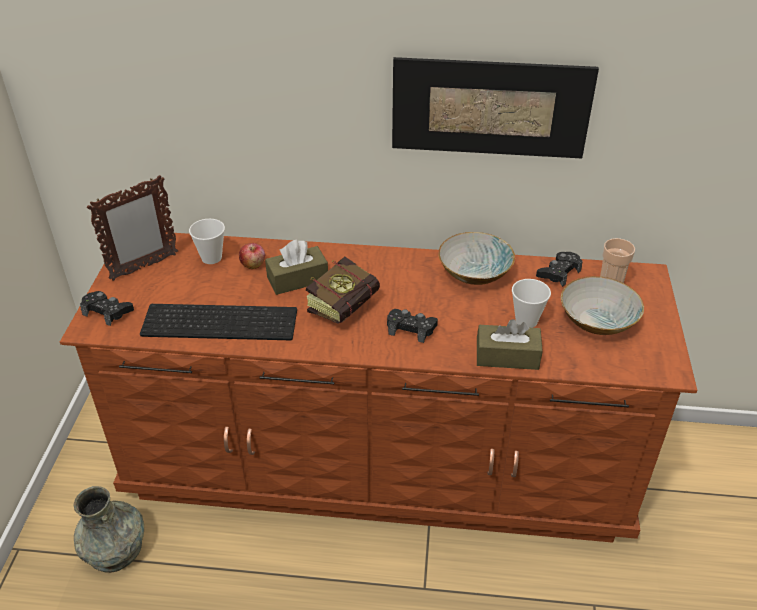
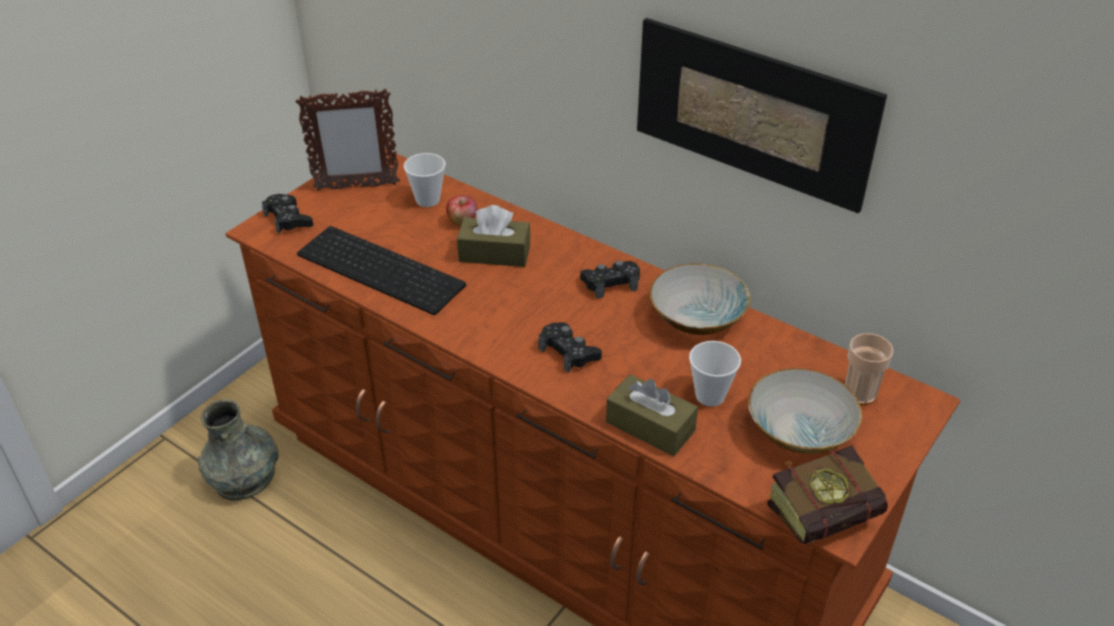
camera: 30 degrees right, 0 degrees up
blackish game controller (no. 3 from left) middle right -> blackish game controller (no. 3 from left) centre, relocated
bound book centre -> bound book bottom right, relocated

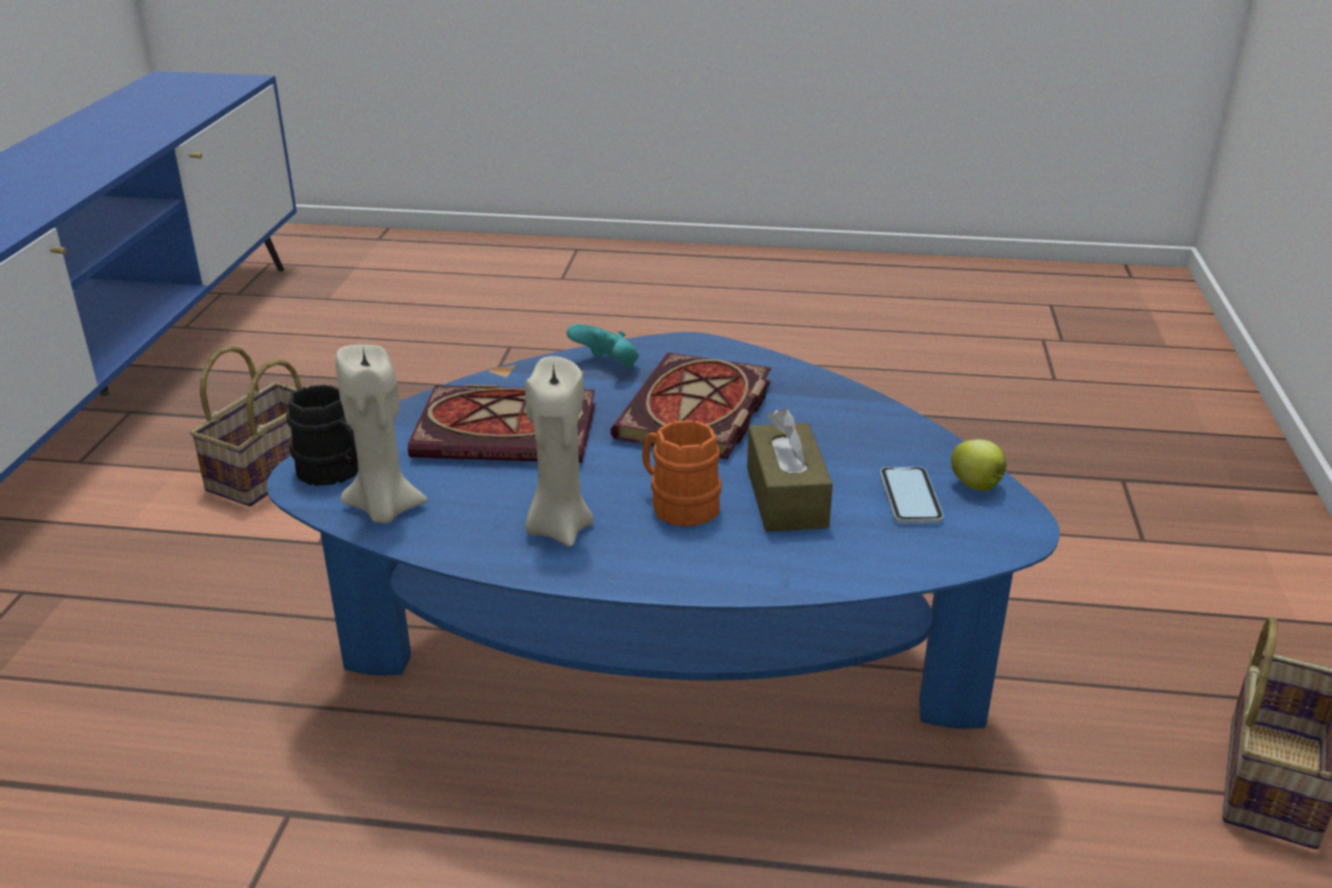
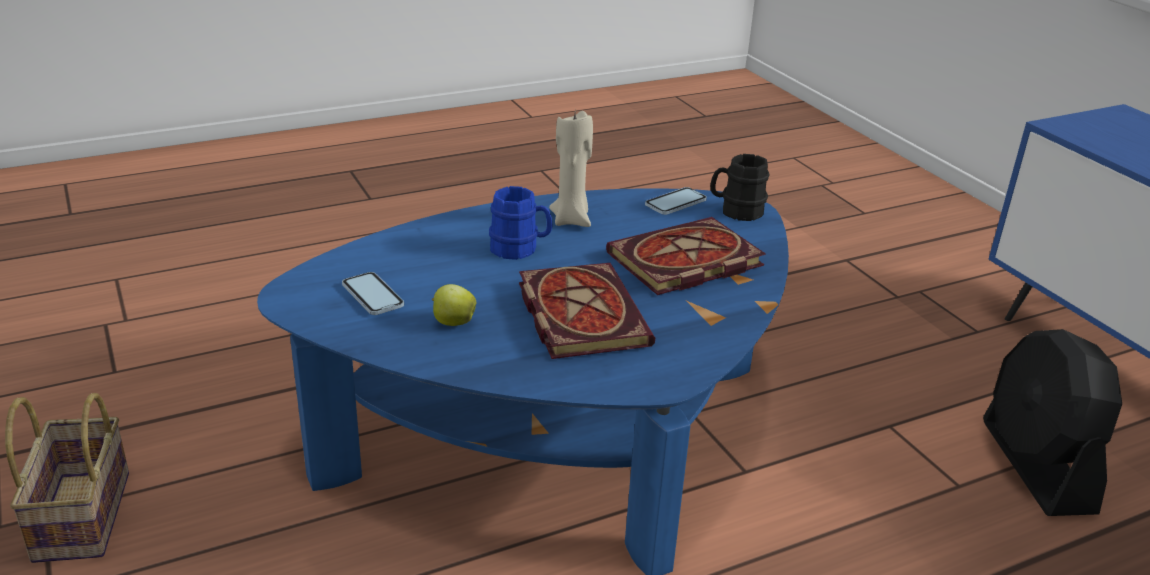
camera: 145 degrees right, 0 degrees up
whole apple middle right -> whole apple centre, relocated
orangey coffee mug centre -> blue coffee mug centre
beige wax candle (no. 1 from left) middle left -> telephone (no. 2 from left) centre
basket (no. 1 from left) middle left -> blackish electric fan bottom right
blue-green game controller centre -> none
brown-coloured tissue box centre -> none

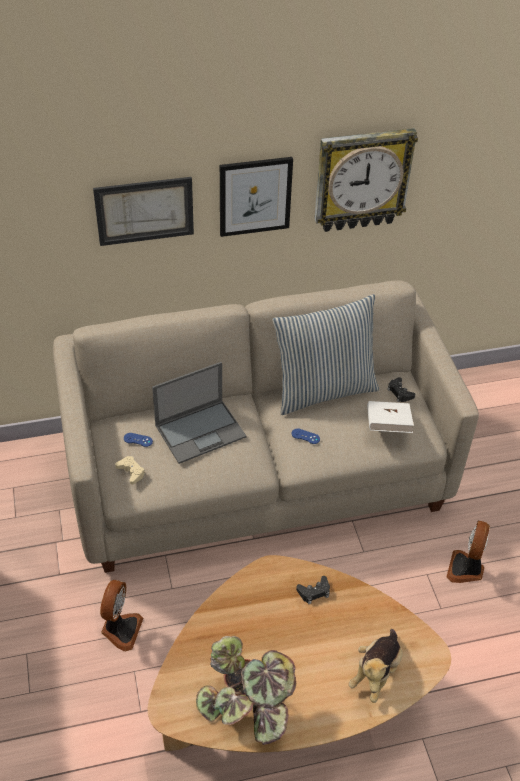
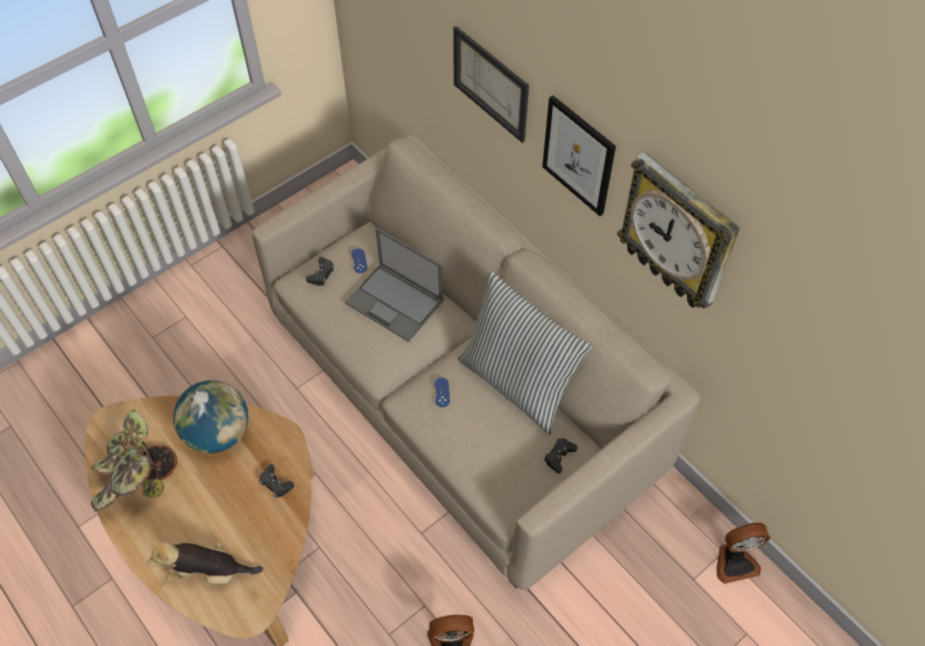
camera: 65 degrees right, 10 degrees up
none -> world globe middle left
beige game controller middle left -> blackish game controller (no. 2 from left) centre
electric fan (no. 1 from left in the first image) bottom left -> electric fan (no. 2 from left) bottom right, relocated
white bound book middle right -> none

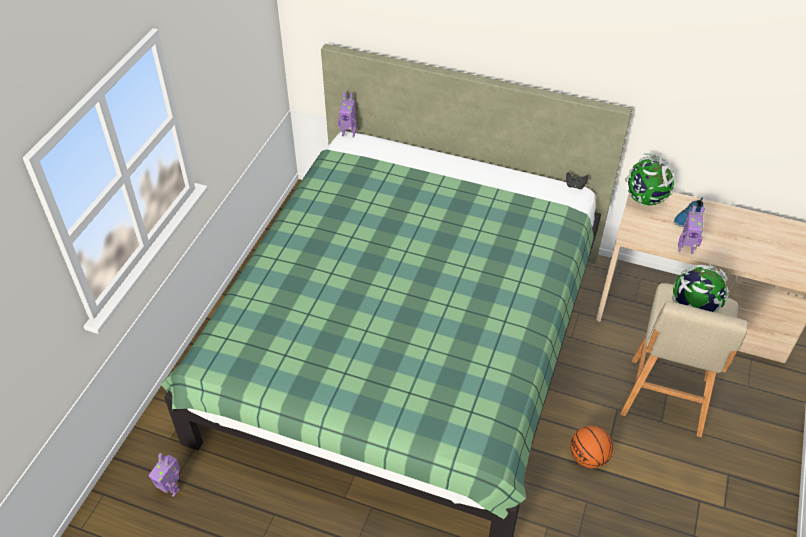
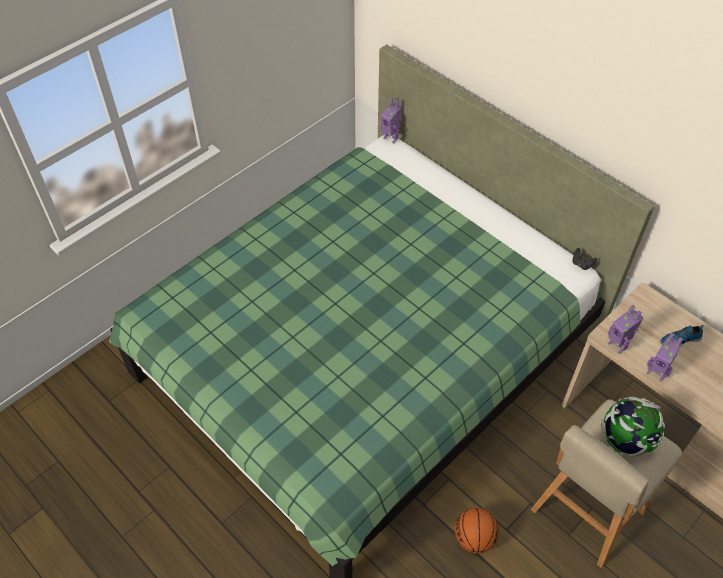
camera: 25 degrees right, 5 degrees up
robot figure (no. 1 from left in the first image) bottom left -> robot figure (no. 2 from left) middle right, relocated
world globe (no. 1 from left) middle right -> none

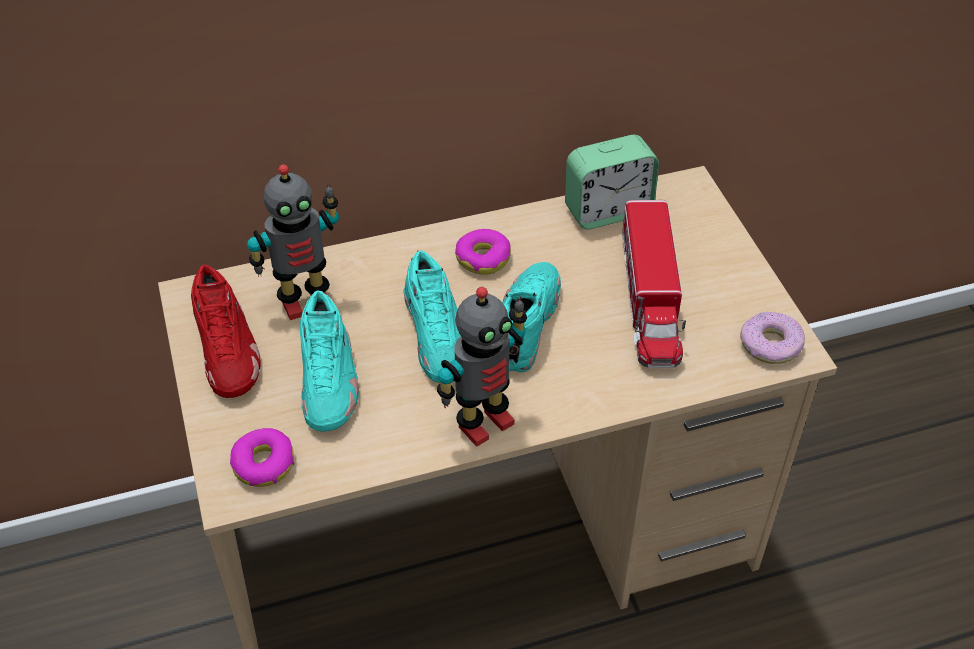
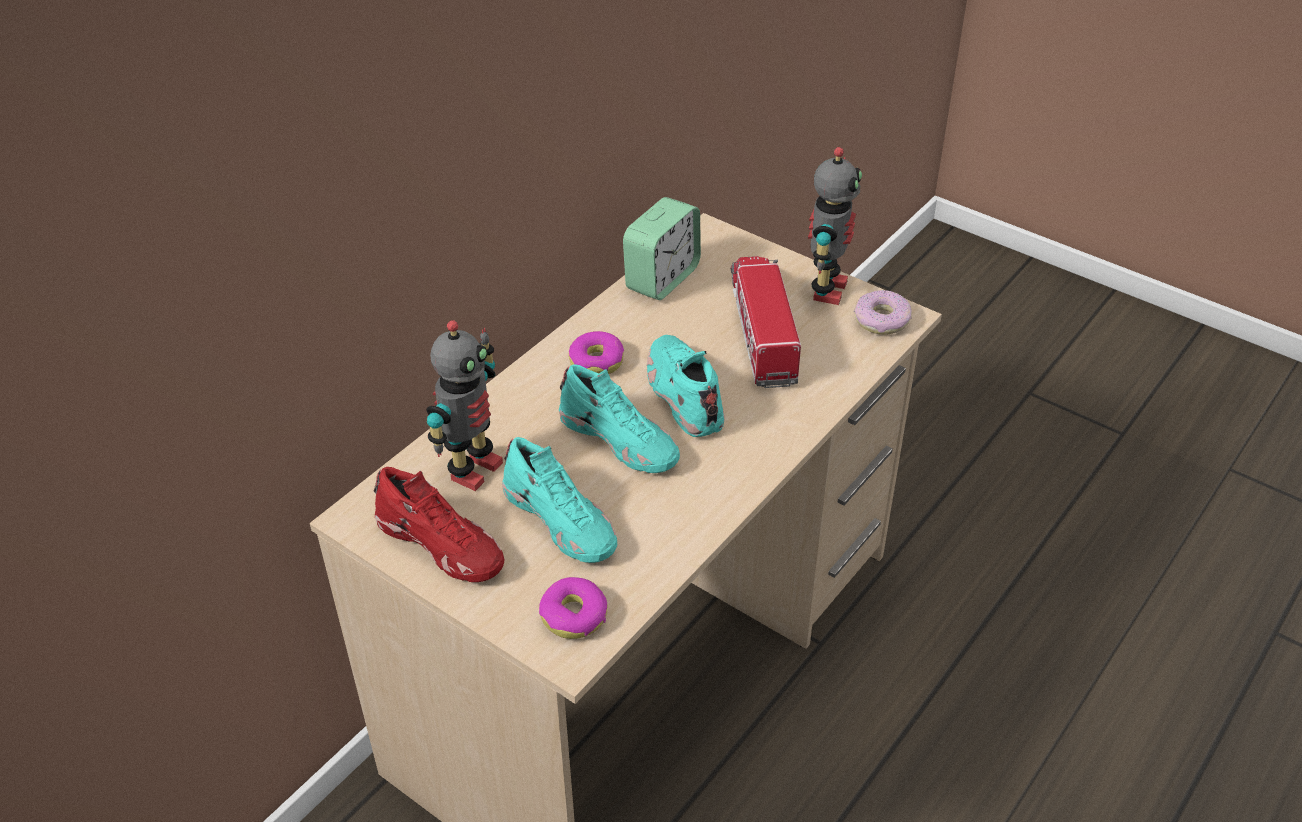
camera: 35 degrees left, 5 degrees down
toy lorry middle right -> toy lorry centre, 150 degrees counterclockwise
robot figure (no. 2 from left) centre -> robot figure (no. 2 from left) top centre, relocated

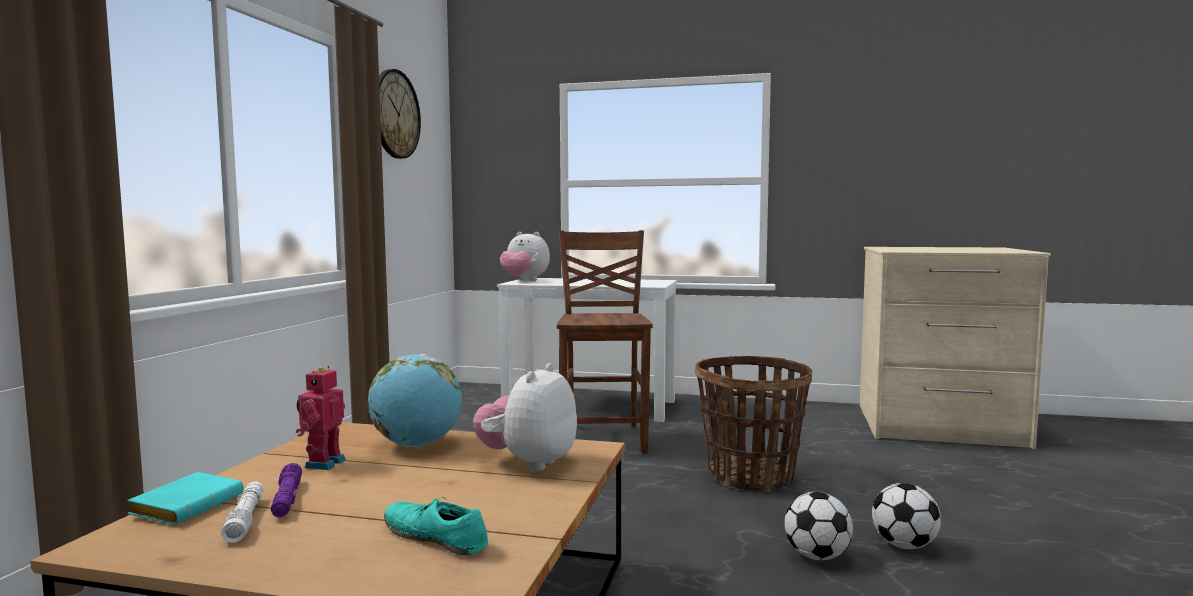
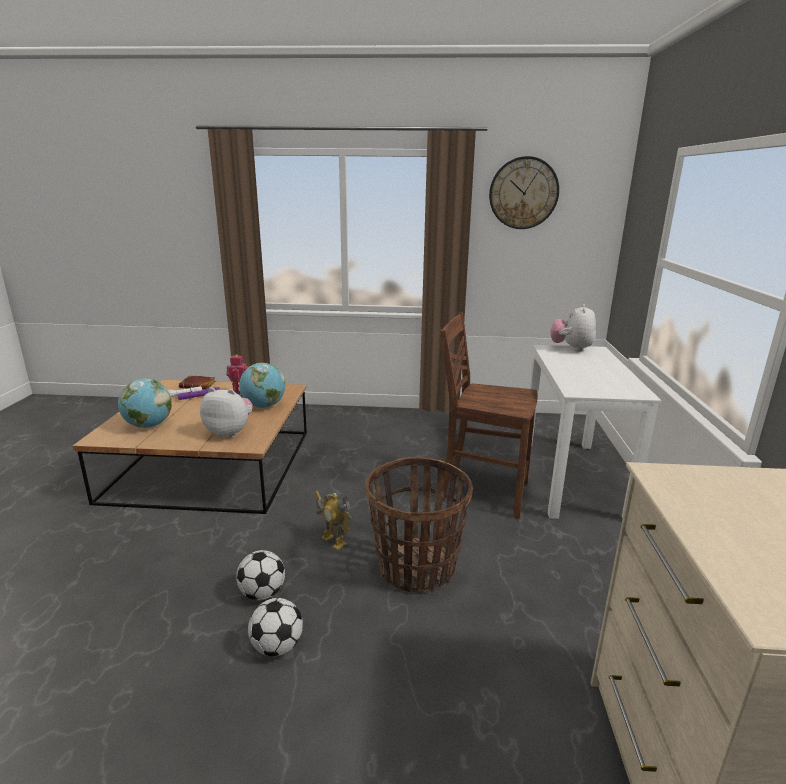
camera: 80 degrees right, 15 degrees up
blue-green shoe bottom centre -> world globe (no. 1 from left) middle left
blue-green bound book bottom left -> brown-coloured bound book middle left
none -> robot figure (no. 2 from left) centre
brown-coloured plain chair centre, 150 degrees counterclockwise

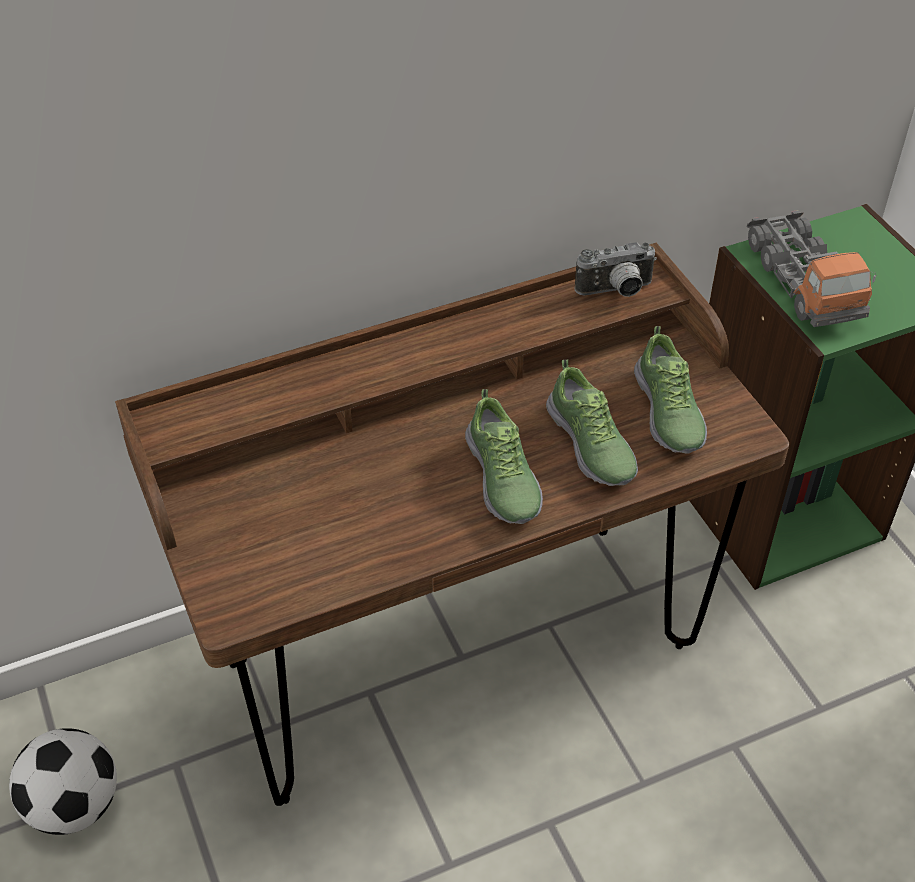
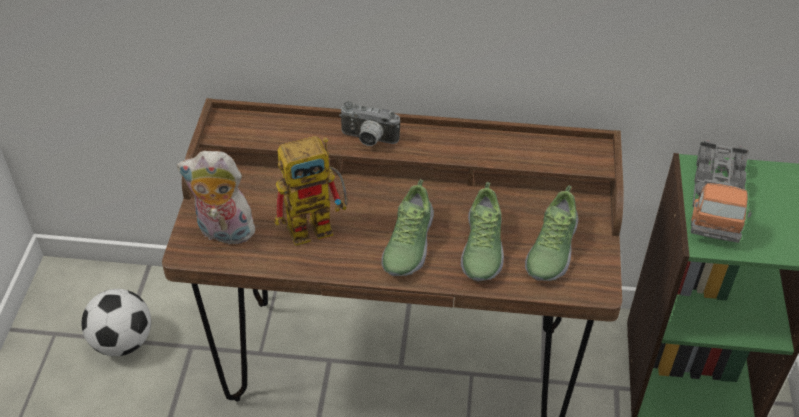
camera: 30 degrees right, 0 degrees up
none -> plush toy middle left
none -> robot figure centre
still camera top right -> still camera top centre, relocated

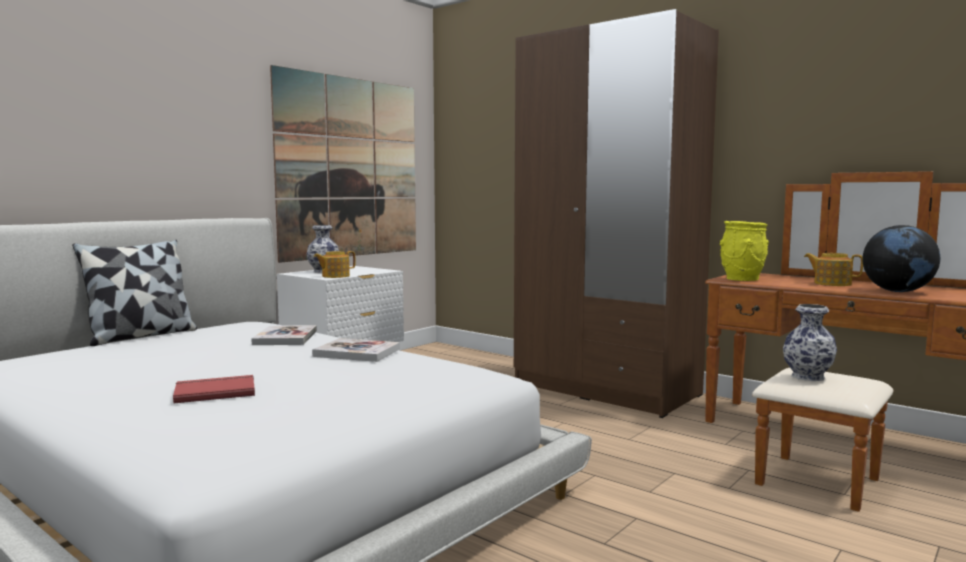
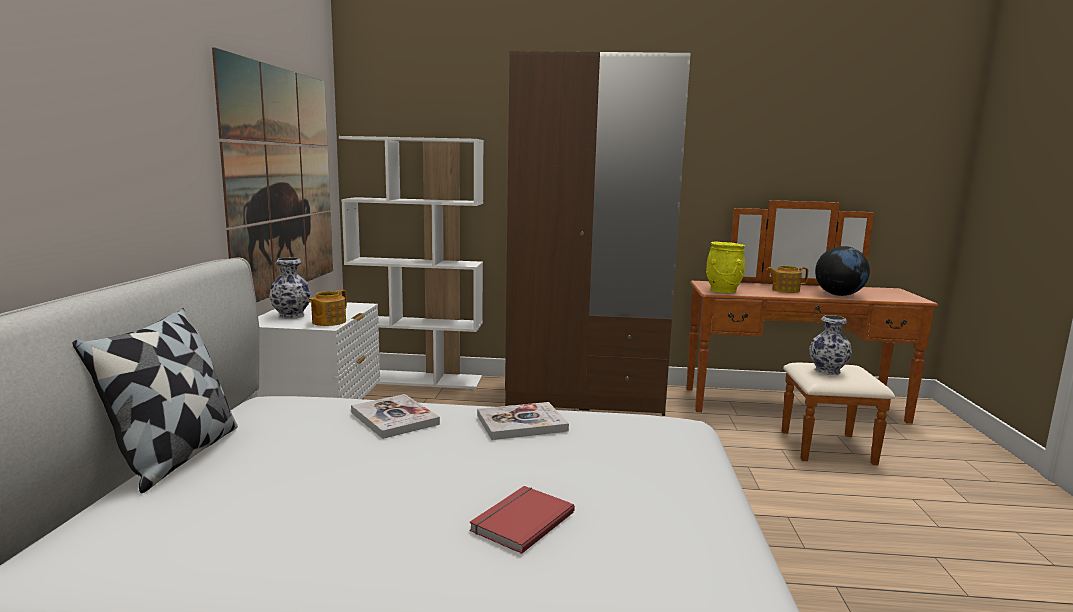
camera: 35 degrees left, 5 degrees up
none -> white bookshelf centre

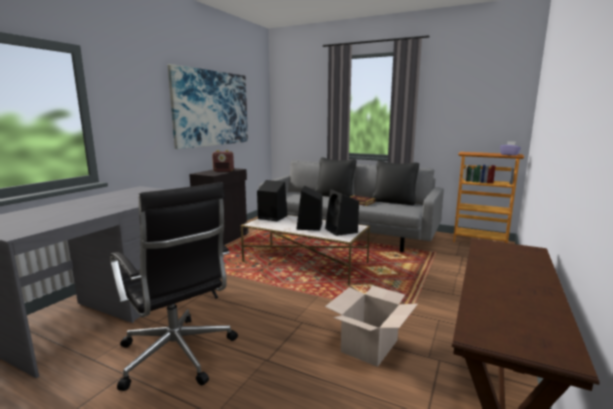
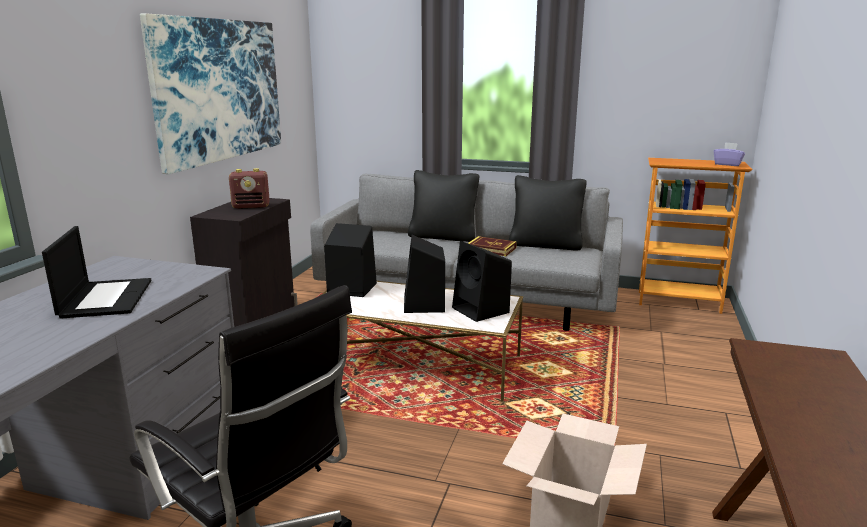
camera: 10 degrees left, 5 degrees up
none -> notebook computer middle left

